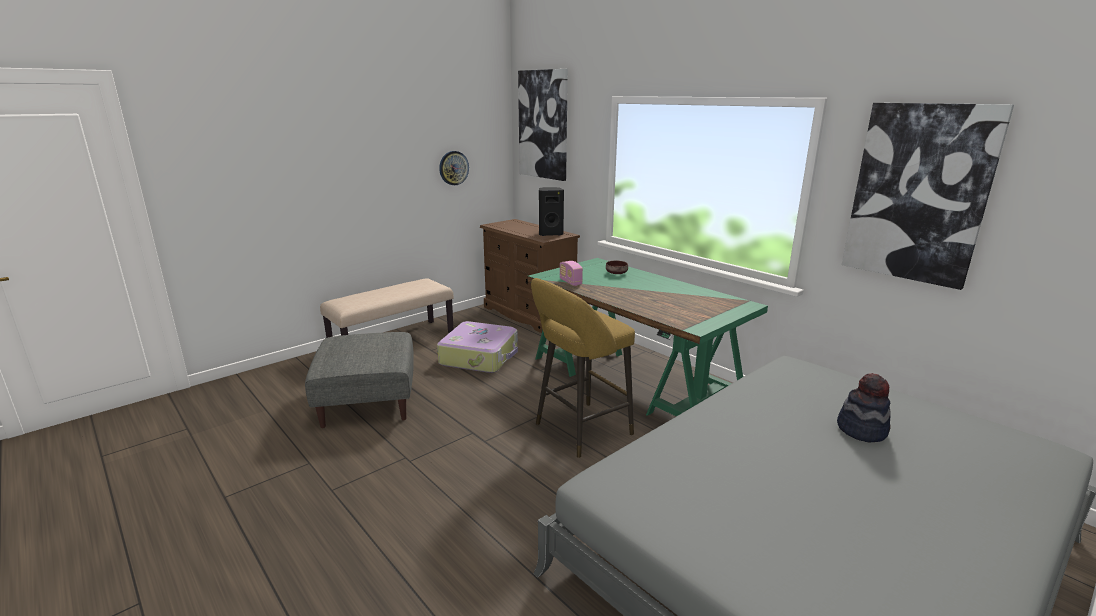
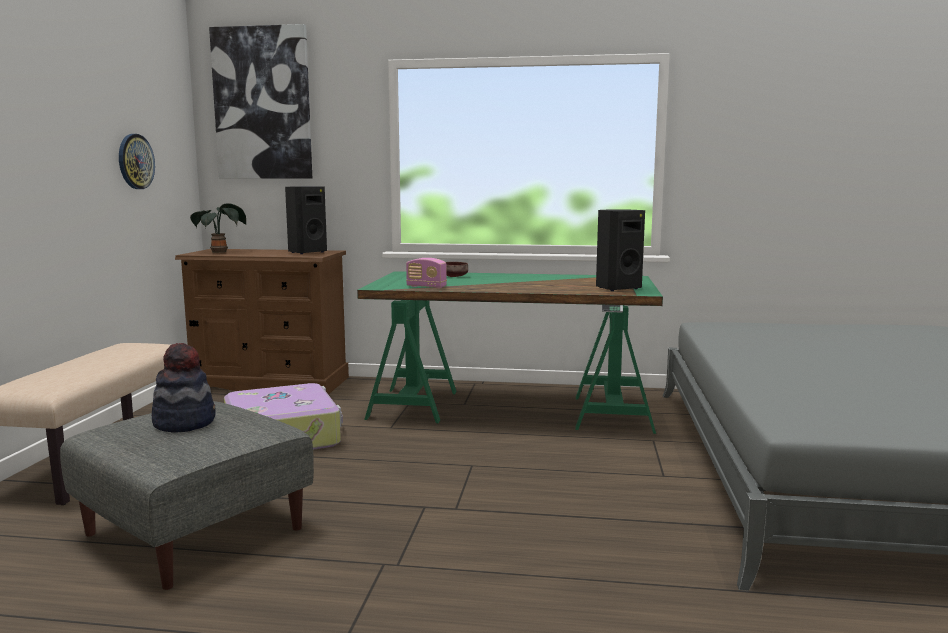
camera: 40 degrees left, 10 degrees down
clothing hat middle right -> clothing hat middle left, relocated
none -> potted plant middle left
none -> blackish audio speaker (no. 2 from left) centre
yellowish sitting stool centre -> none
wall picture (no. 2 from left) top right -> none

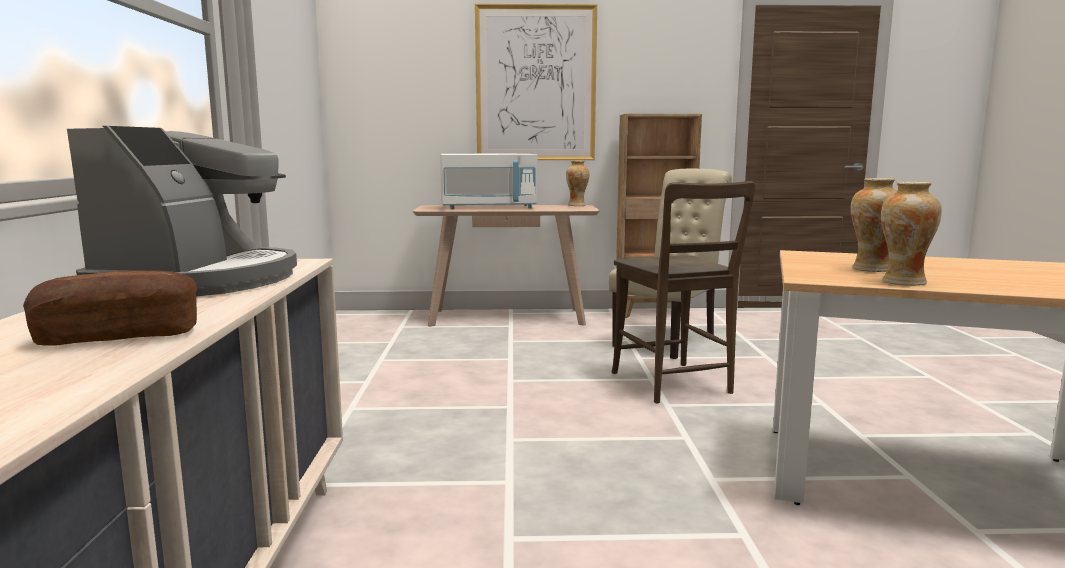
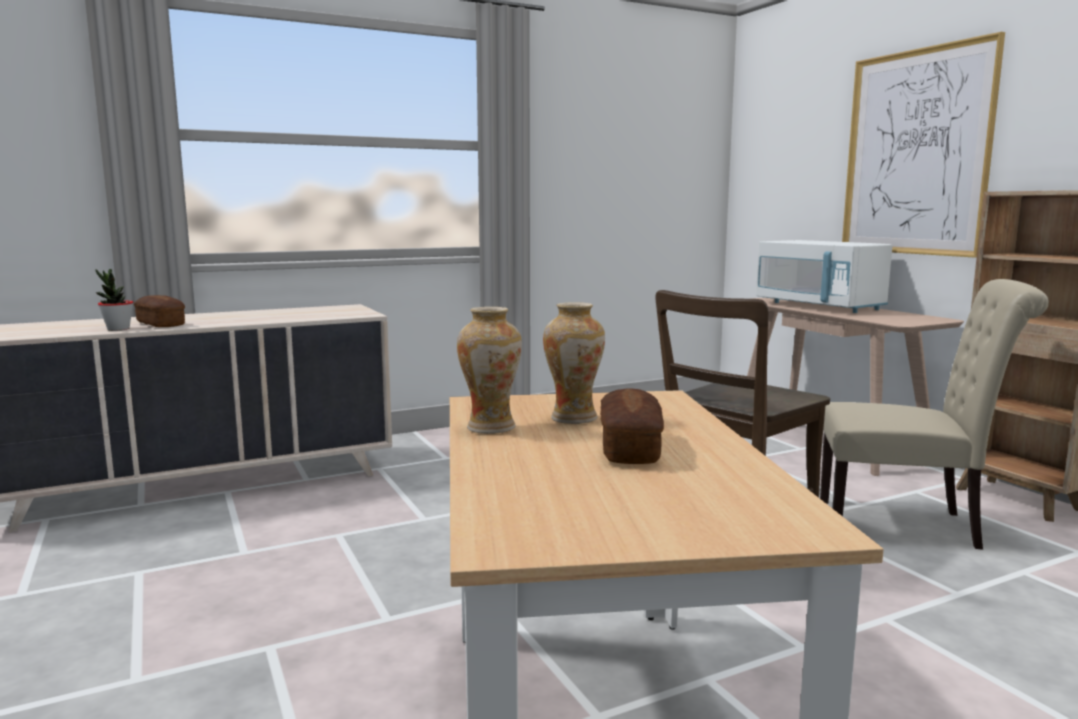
camera: 65 degrees right, 0 degrees up
none -> potted plant middle left
none -> bakery bread (no. 2 from left) centre
coffee brewer middle left -> none
flower vase (no. 1 from left) top centre -> none

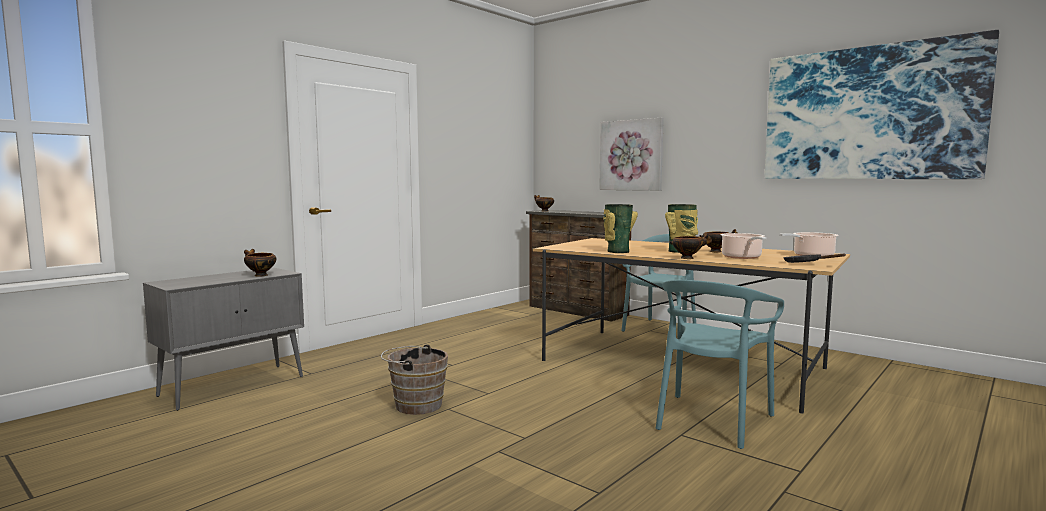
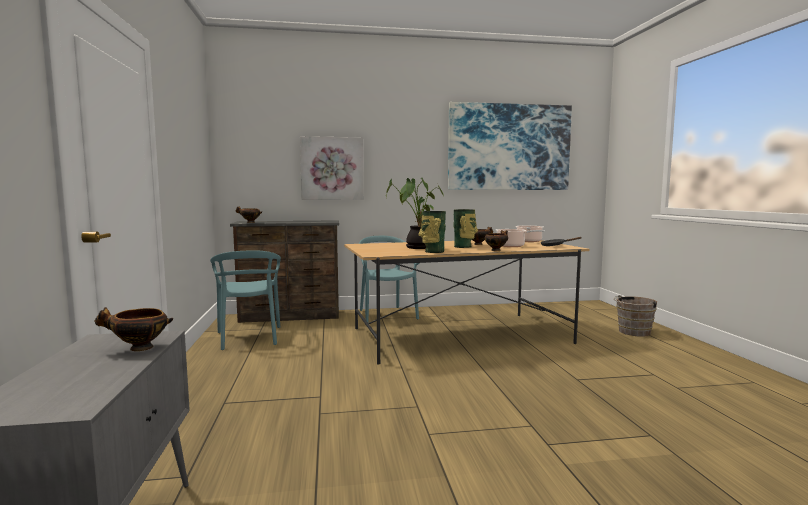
camera: 50 degrees left, 0 degrees up
blue-green plain chair (no. 2 from left in the first image) bottom right -> blue-green plain chair (no. 1 from left) middle left, relocated
none -> potted plant centre
brown-coloured bucket bottom centre -> brown-coloured bucket middle right, relocated

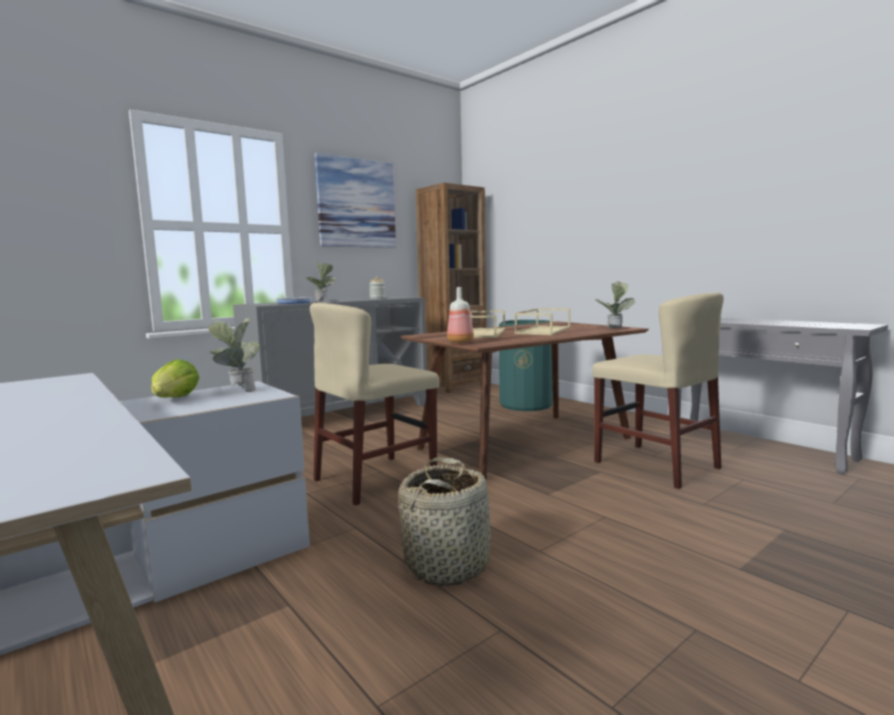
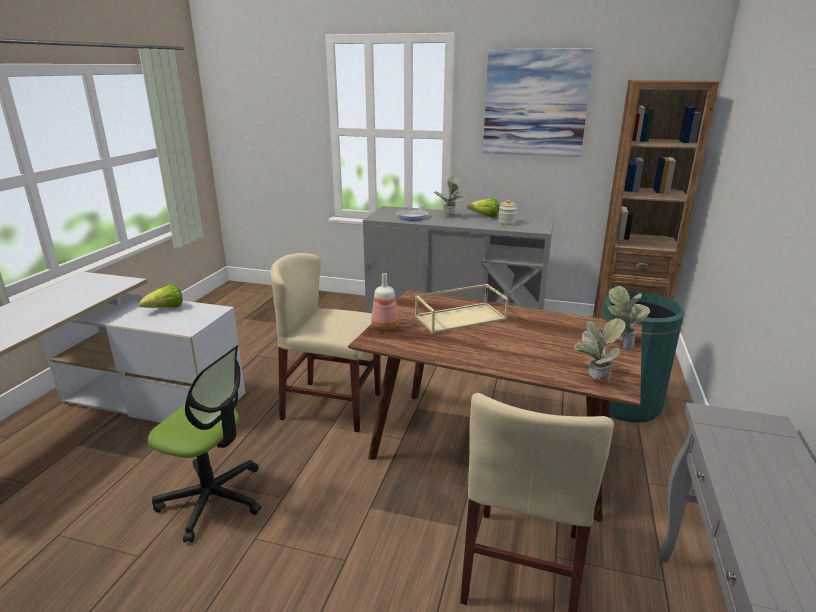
camera: 55 degrees right, 15 degrees up
basket bottom centre -> computer chair bottom left
none -> head of lettuce (no. 2 from left) centre
potted plant (no. 1 from left in the first image) middle left -> potted plant (no. 3 from left) middle right, relocated
beige carrying tray (no. 2 from left) centre -> none

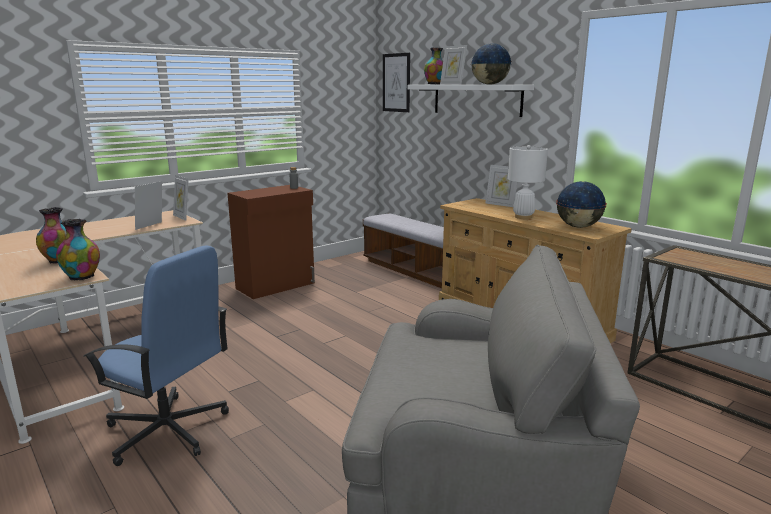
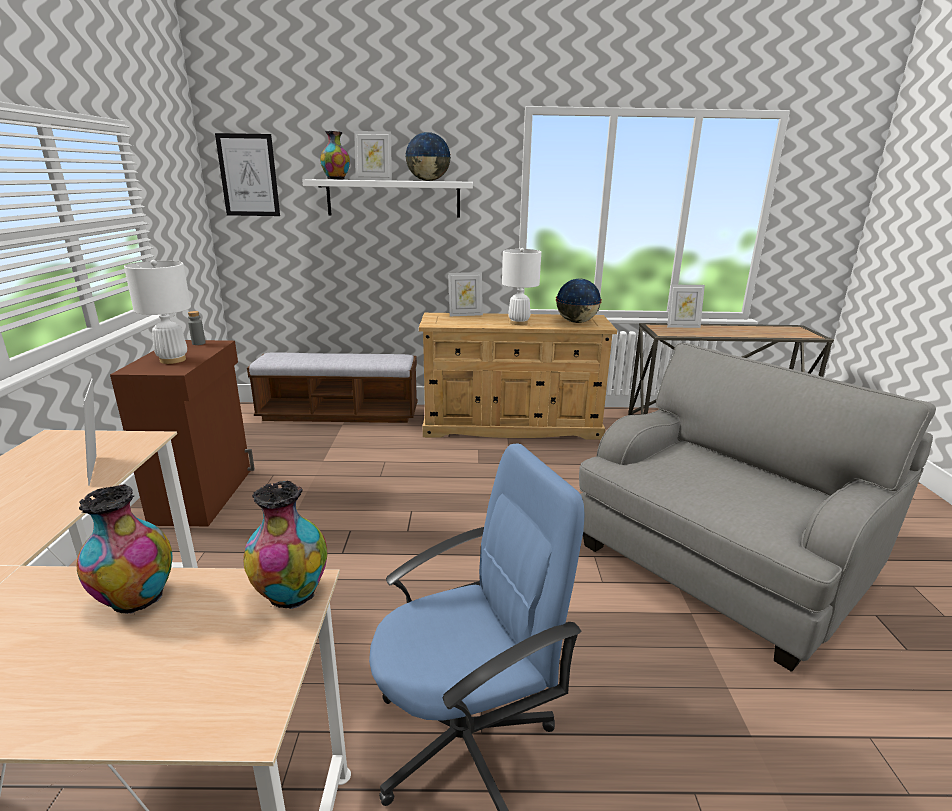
camera: 50 degrees left, 5 degrees up
none -> white lamp for a table (no. 1 from left) middle left
picture frame (no. 2 from left in the first image) middle left -> picture frame (no. 4 from left) middle right, relocated

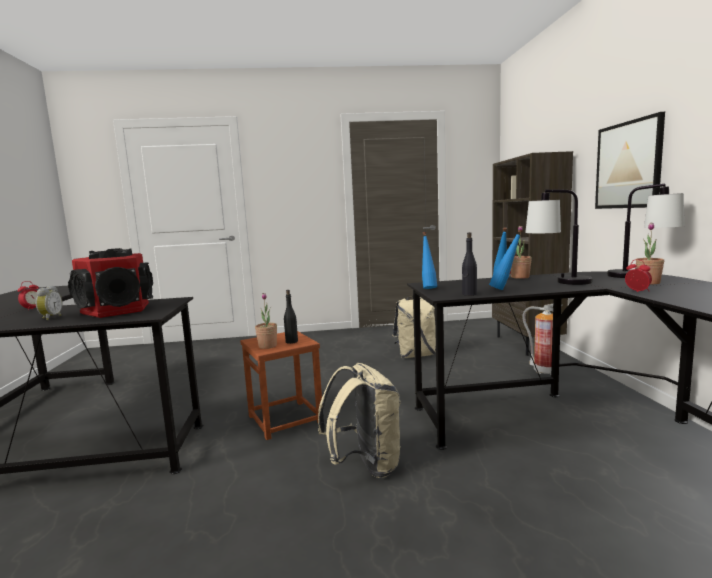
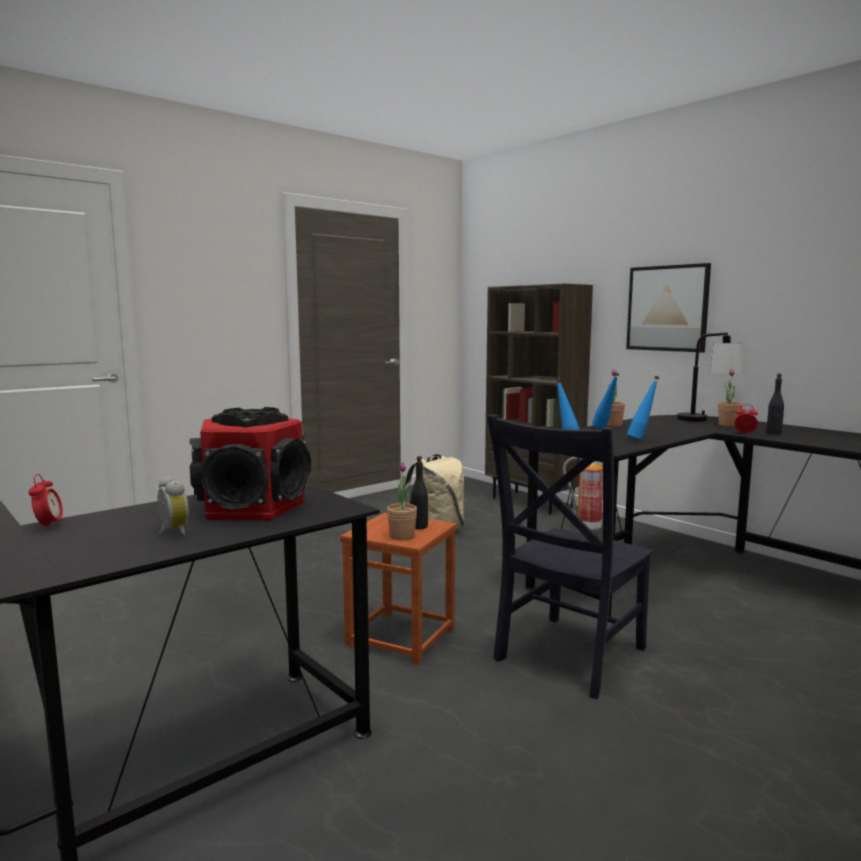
camera: 35 degrees left, 0 degrees up
beige rucksack (no. 1 from left) bottom centre -> blackish plain chair centre
blackish bottle (no. 2 from left) centre -> blackish bottle (no. 2 from left) middle right, relocated
lamp for a table (no. 1 from left) middle right -> none

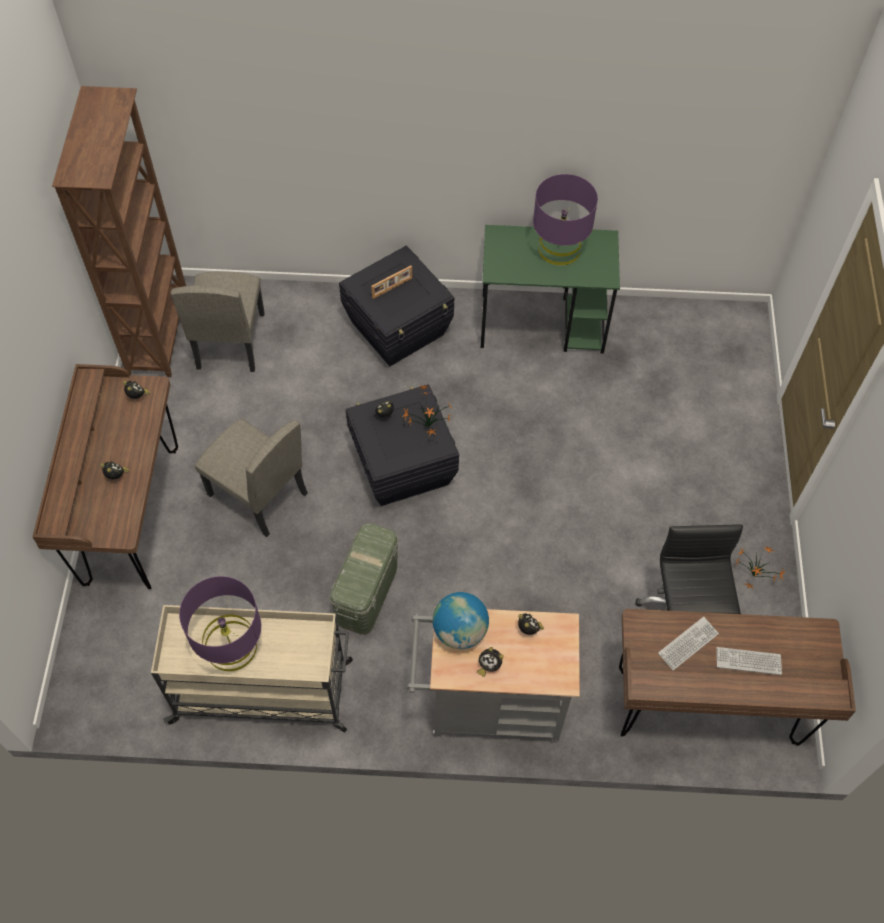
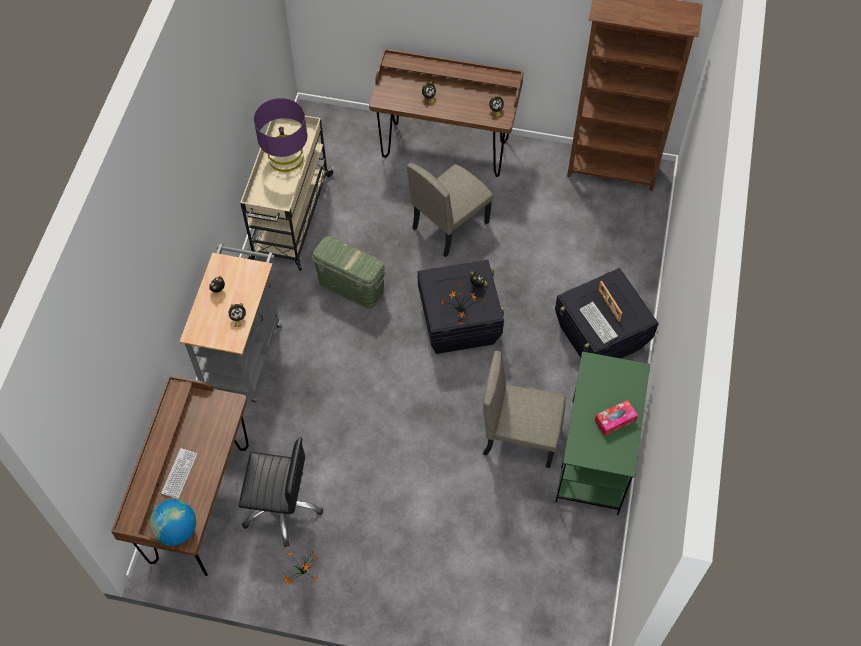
camera: 100 degrees right, 0 degrees up
world globe bottom centre -> world globe bottom left, relocated
beige plain chair (no. 1 from left in the first image) middle left -> beige plain chair (no. 2 from left) centre, relocated
computer keyboard (no. 1 from left in the first image) bottom right -> computer keyboard (no. 2 from left) middle right, relocated
purple-coloured lamp for a table (no. 2 from left) top centre -> tissue box middle right

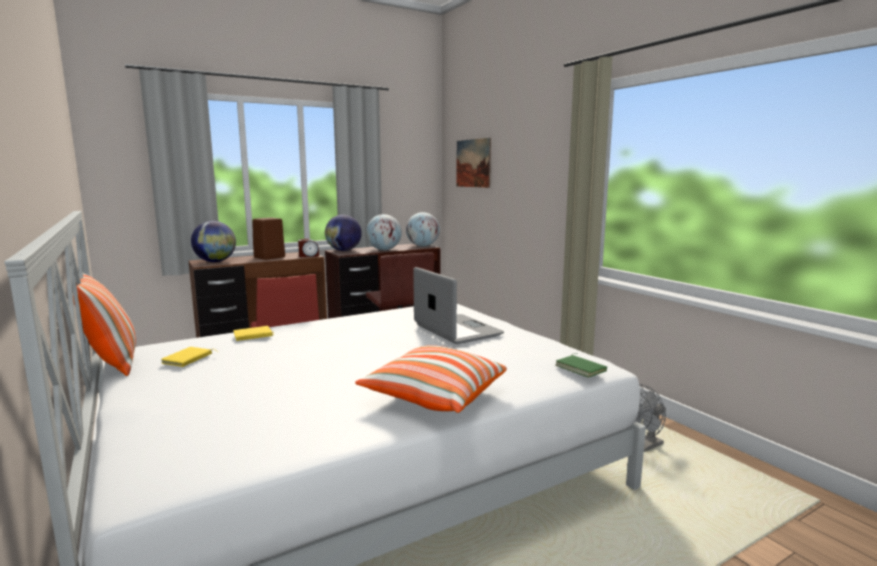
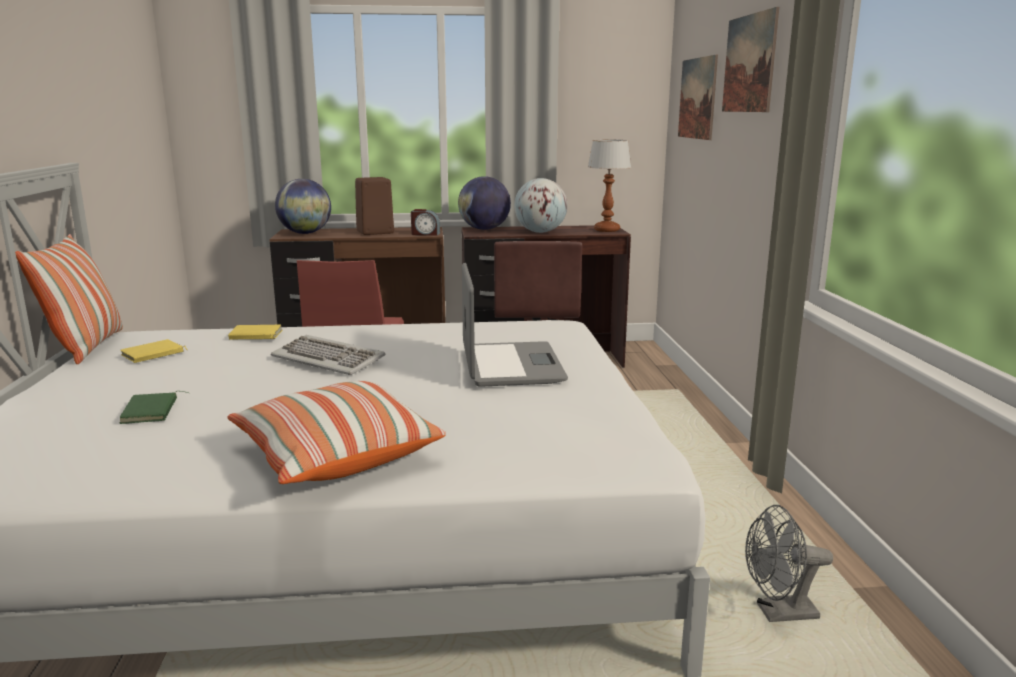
camera: 25 degrees right, 5 degrees up
green bound book centre -> green bound book middle left, relocated
none -> computer keyboard middle left
world globe (no. 4 from left) centre -> lamp for a table top centre
none -> wall picture (no. 2 from left) top right

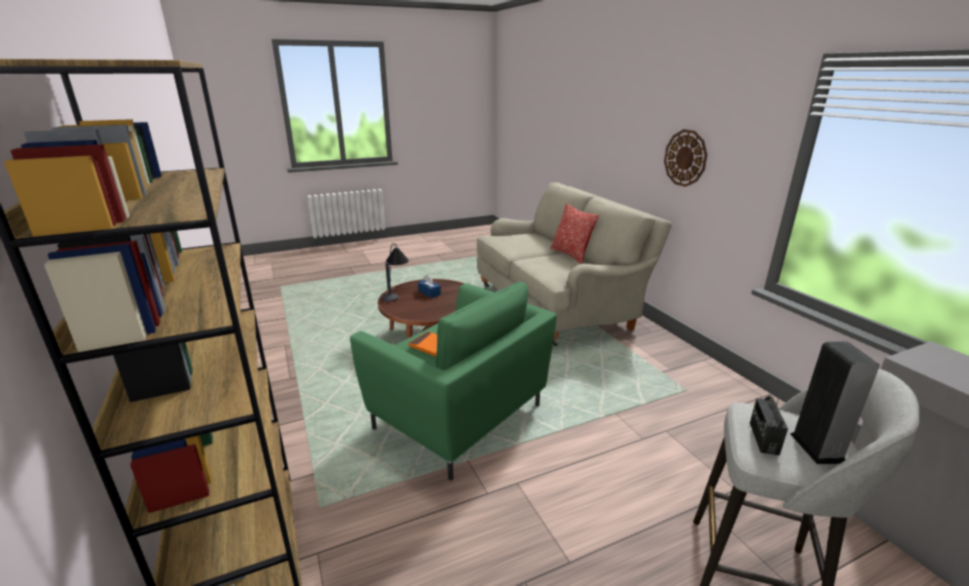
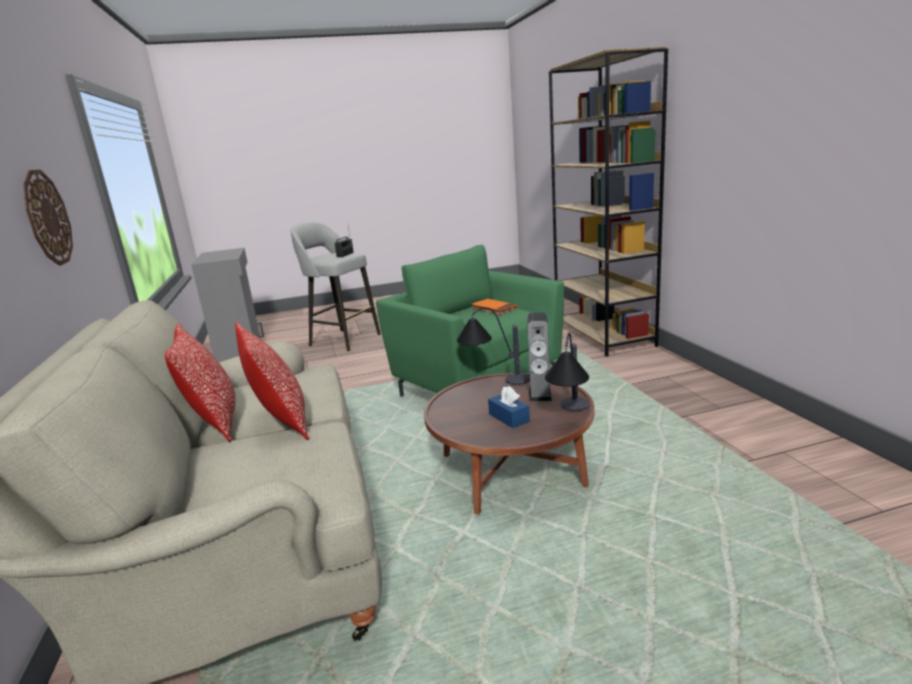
camera: 170 degrees left, 5 degrees down
none -> cushion (no. 2 from left) middle left
none -> lamp for a table (no. 1 from left) centre
audio speaker bottom right -> audio speaker centre, relocated

